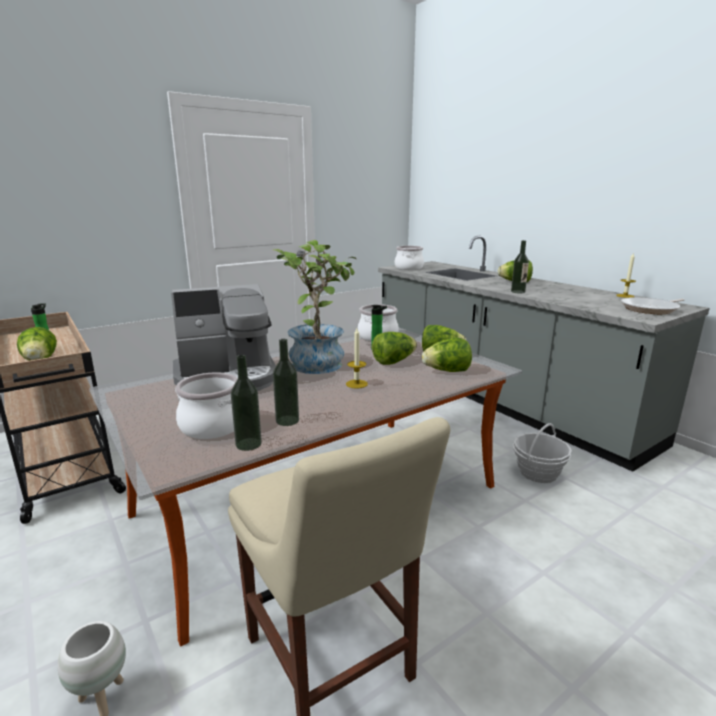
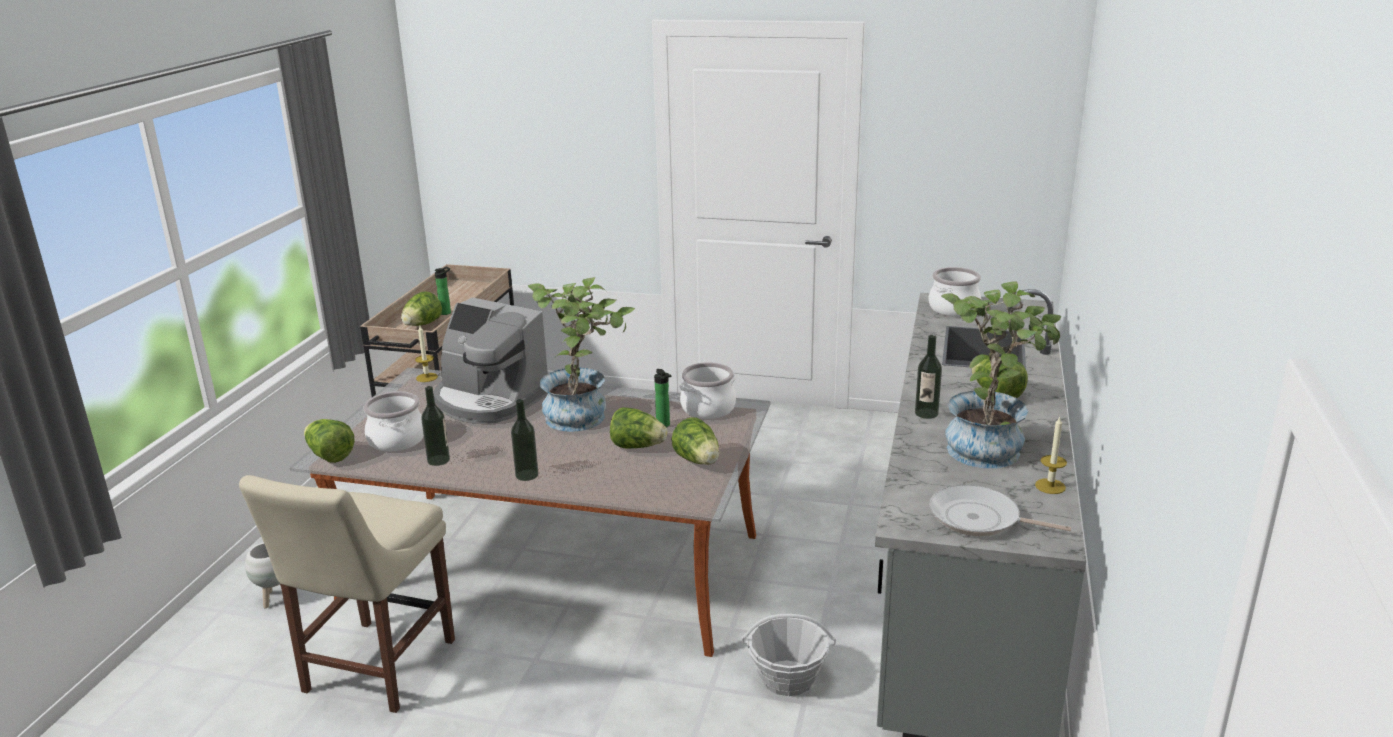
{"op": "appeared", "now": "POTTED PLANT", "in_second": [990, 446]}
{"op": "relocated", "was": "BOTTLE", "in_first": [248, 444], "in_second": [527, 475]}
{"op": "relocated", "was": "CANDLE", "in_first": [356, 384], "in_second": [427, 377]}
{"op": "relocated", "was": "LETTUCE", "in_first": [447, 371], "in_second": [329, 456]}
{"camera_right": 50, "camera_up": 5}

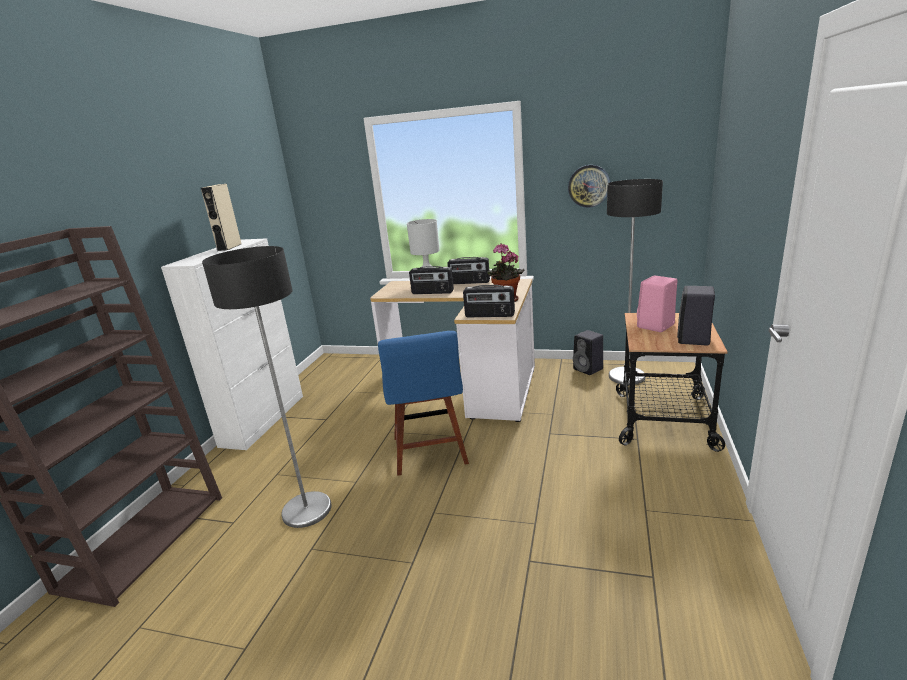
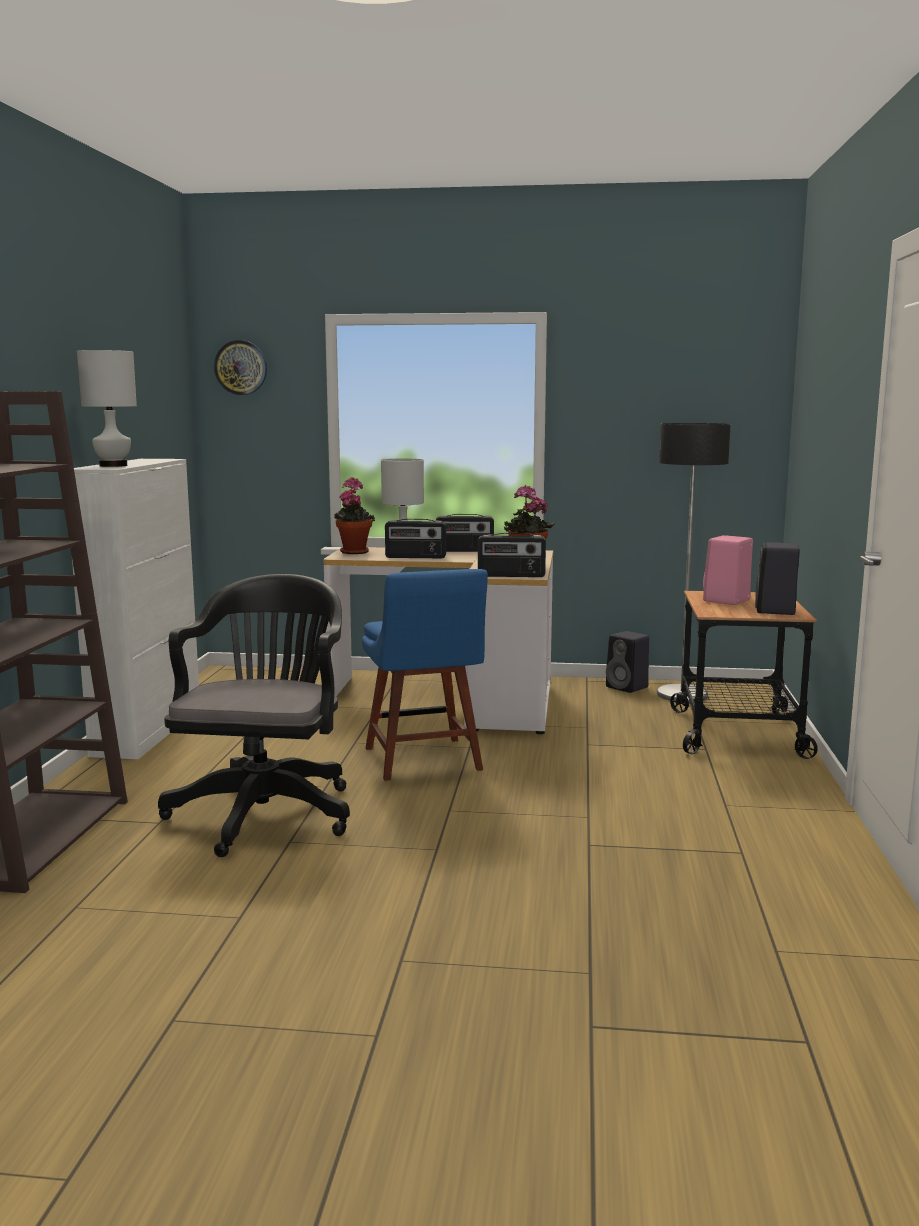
{"op": "missing", "was": "BEIGE SPEAKER", "in_first": [229, 247]}
{"op": "appeared", "now": "WHITE TABLE LAMP", "in_second": [113, 465]}
{"op": "appeared", "now": "POTTED PLANT", "in_second": [353, 552]}
{"op": "relocated", "was": "WALL CLOCK", "in_first": [589, 186], "in_second": [241, 367]}
{"op": "exchanged", "was": "FLOOR LAMP", "now": "BLACK OFFICE CHAIR", "in_first": [307, 510], "in_second": [266, 810]}
{"camera_right": -10, "camera_up": -10}

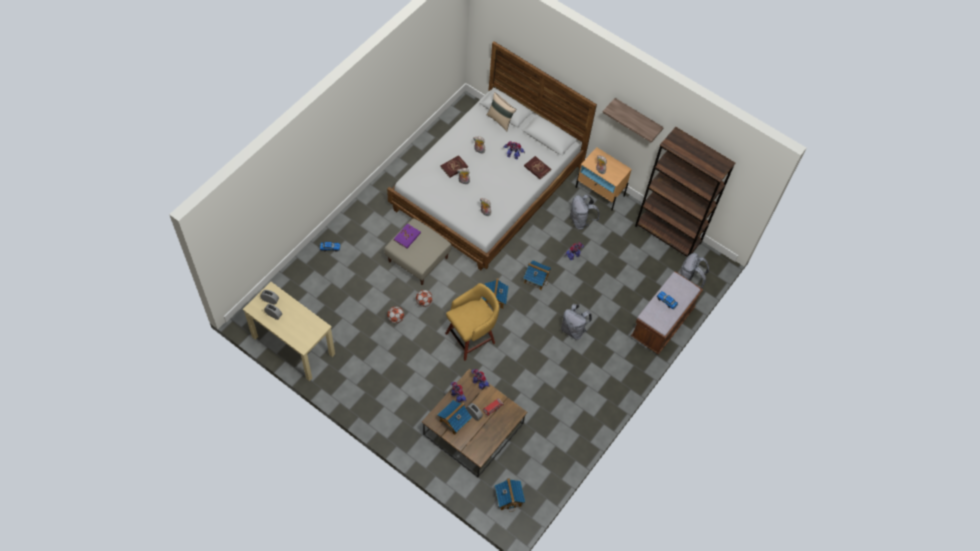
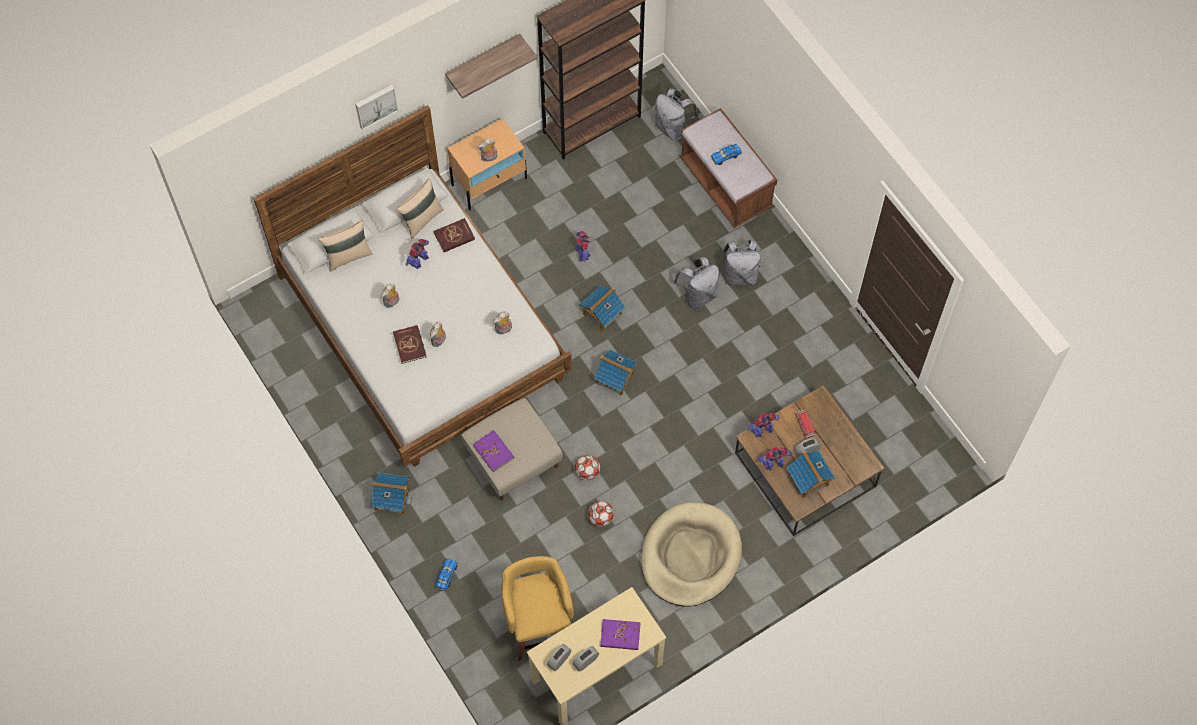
{"op": "appeared", "now": "PICTURE", "in_second": [375, 105]}
{"op": "appeared", "now": "BEIGE PILLOW", "in_second": [421, 219]}
{"op": "appeared", "now": "PURPLE BOOK", "in_second": [620, 635]}
{"op": "appeared", "now": "BEIGE DOG BED", "in_second": [690, 556]}
{"op": "relocated", "was": "YELLOW STOOL", "in_first": [471, 337], "in_second": [539, 625]}
{"op": "relocated", "was": "TOY HOUSE", "in_first": [509, 498], "in_second": [392, 498]}
{"op": "relocated", "was": "GREY BACKPACK", "in_first": [581, 221], "in_second": [739, 275]}
{"camera_right": -65, "camera_up": 5}

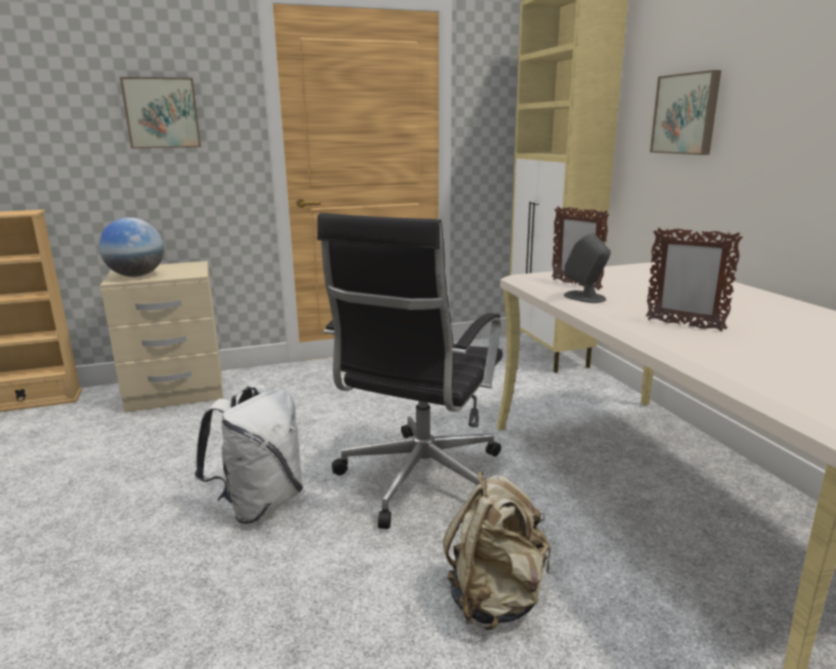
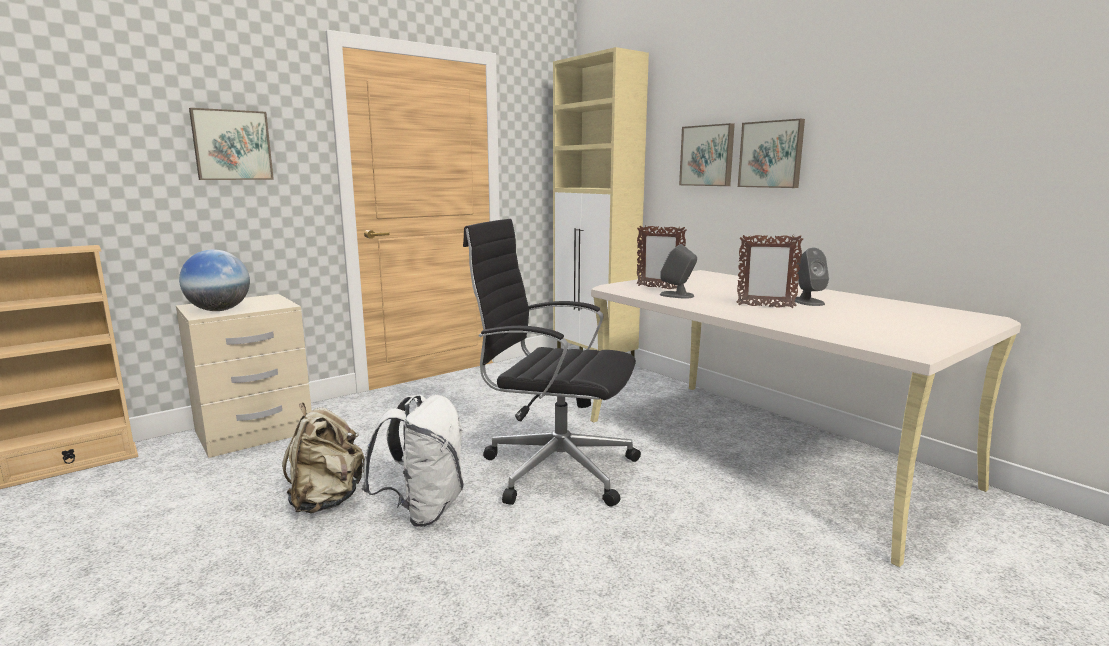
{"op": "appeared", "now": "PICTURE", "in_second": [771, 154]}
{"op": "appeared", "now": "GREY SPEAKER", "in_second": [807, 302]}
{"op": "relocated", "was": "BEIGE BACKPACK", "in_first": [496, 598], "in_second": [326, 500]}
{"op": "spun", "was": "BLACK OFFICE CHAIR", "in_first": [419, 481], "in_second": [554, 469], "clockwise": 105}
{"camera_right": -20, "camera_up": -5}

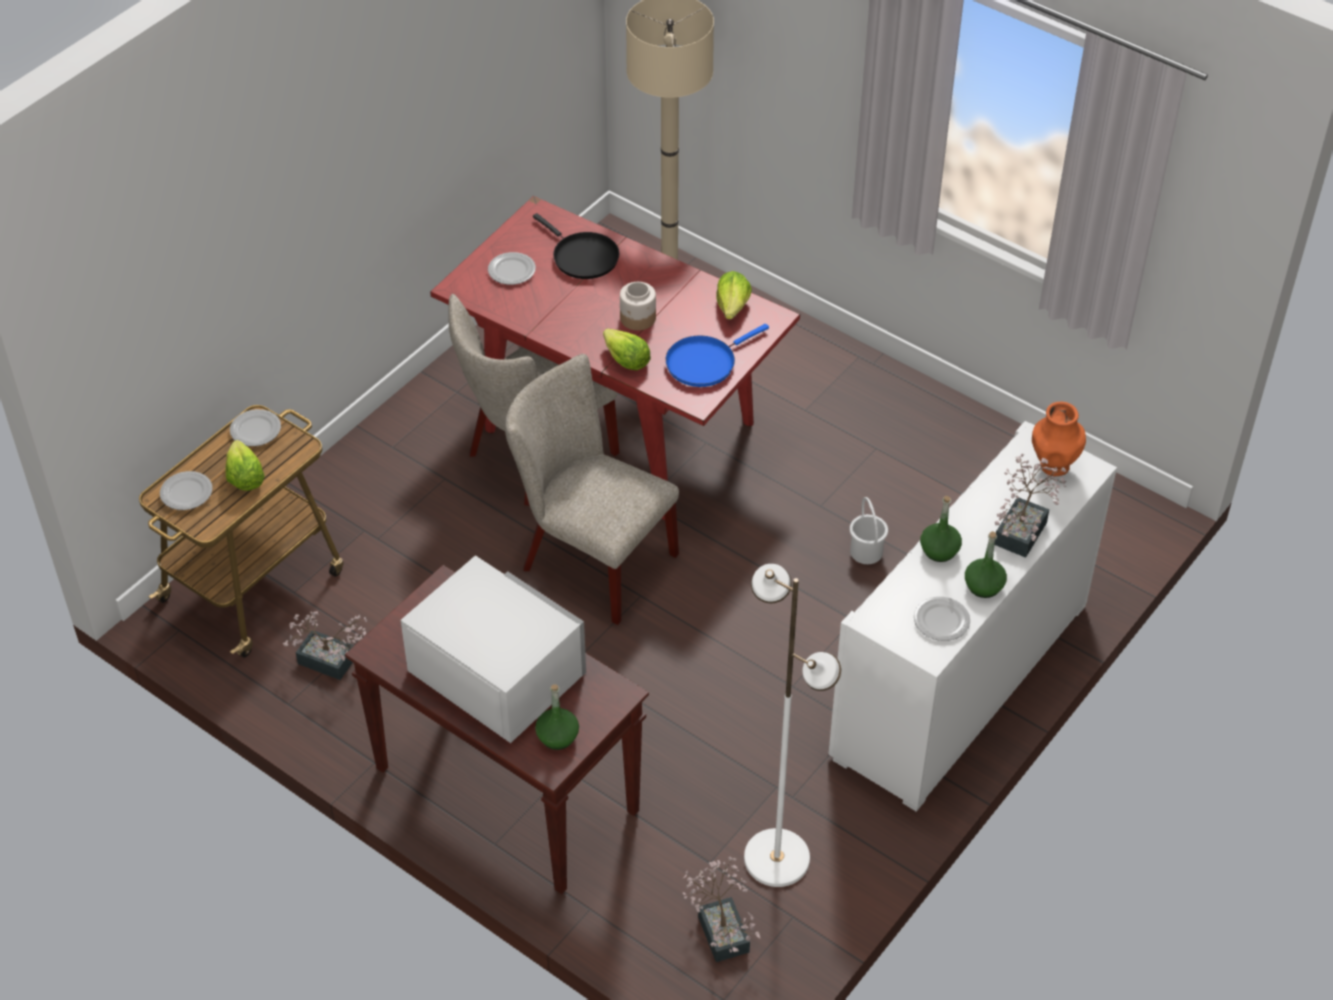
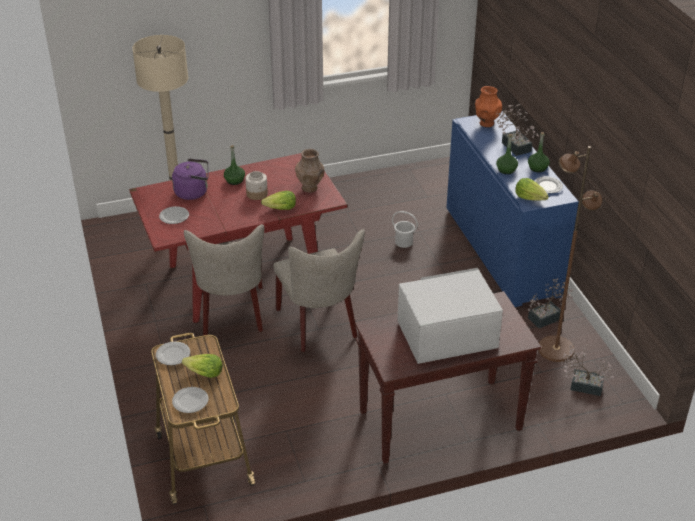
{"op": "relocated", "was": "POTTED PLANT", "in_first": [332, 663], "in_second": [547, 317]}
{"op": "relocated", "was": "GREEN BOTTLE", "in_first": [557, 736], "in_second": [234, 180]}
{"op": "relocated", "was": "LETTUCE", "in_first": [733, 307], "in_second": [530, 198]}
{"op": "exchanged", "was": "BLACK FRYING PAN", "now": "PURPLE KETTLE", "in_first": [582, 257], "in_second": [193, 192]}
{"op": "exchanged", "was": "BLUE FRYING PAN", "now": "BROWN VASE", "in_first": [704, 362], "in_second": [310, 188]}
{"op": "colour", "was": "WHITE FLOOR LAMP", "now": "BROWN FLOOR LAMP", "in_first": [777, 857], "in_second": [555, 349]}
{"op": "colour", "was": "WHITE CABINET", "now": "BLUE CABINET", "in_first": [960, 680], "in_second": [501, 251]}
{"op": "spun", "was": "BEIGE CHAIR", "in_first": [590, 559], "in_second": [320, 326], "clockwise": -90}
{"camera_right": -55, "camera_up": -10}

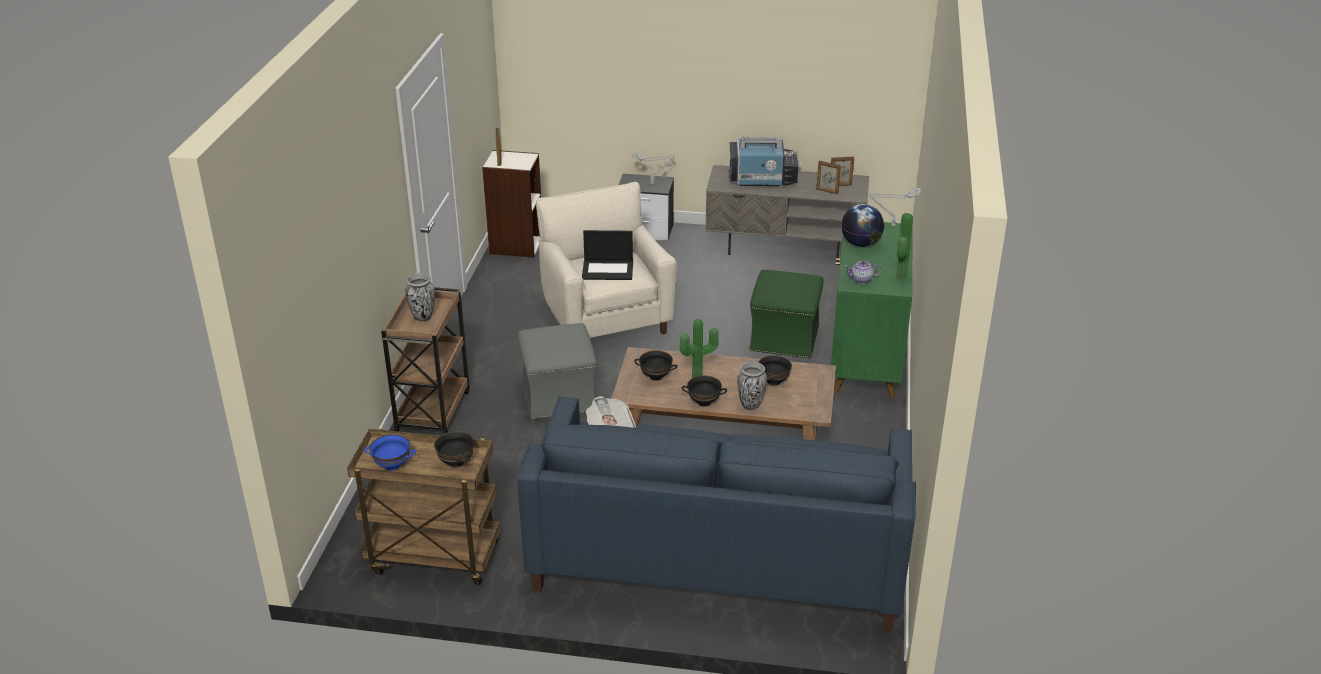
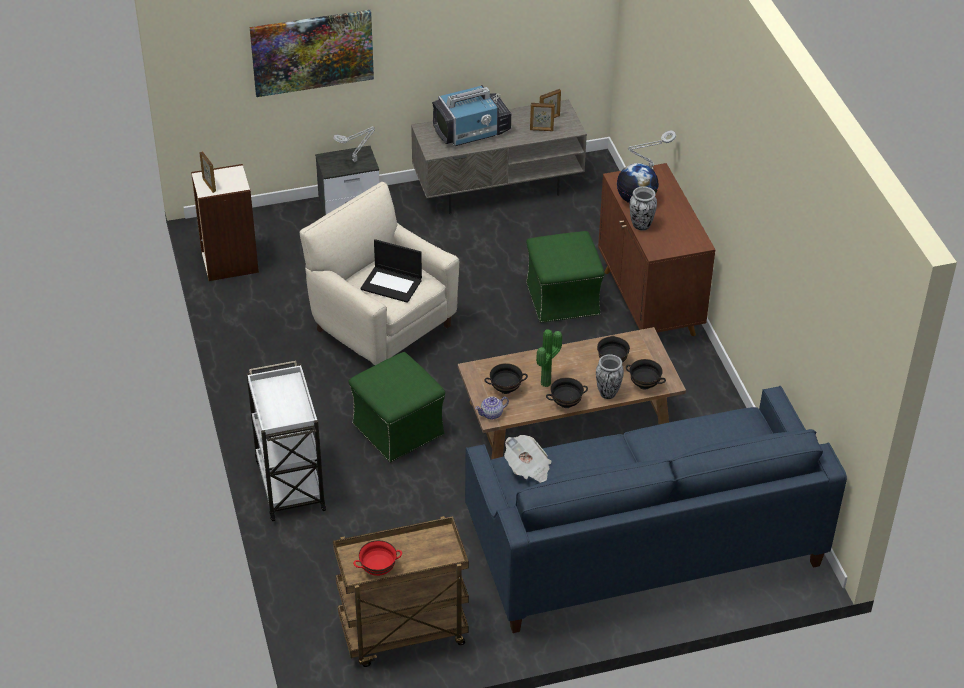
{"op": "missing", "was": "POTTED PLANT", "in_first": [899, 278]}
{"op": "appeared", "now": "PICTURE", "in_second": [312, 52]}
{"op": "relocated", "was": "VASE", "in_first": [422, 317], "in_second": [641, 226]}
{"op": "relocated", "was": "BLACK BOWL", "in_first": [455, 463], "in_second": [644, 385]}
{"op": "relocated", "was": "TEAPOT", "in_first": [862, 280], "in_second": [492, 414]}
{"op": "colour", "was": "BLUE BOWL", "now": "RED BOWL", "in_first": [392, 466], "in_second": [378, 570]}
{"op": "colour", "was": "BROWN CART", "now": "WHITE CART", "in_first": [433, 411], "in_second": [289, 483]}
{"op": "colour", "was": "GREY OTTOMAN", "now": "GREEN OTTOMAN", "in_first": [558, 396], "in_second": [397, 429]}
{"op": "colour", "was": "GREEN CABINET", "now": "BROWN CABINET", "in_first": [865, 362], "in_second": [649, 303]}
{"op": "spun", "was": "LAPTOP", "in_first": [608, 270], "in_second": [392, 284], "clockwise": 45}
{"camera_right": -25, "camera_up": 10}

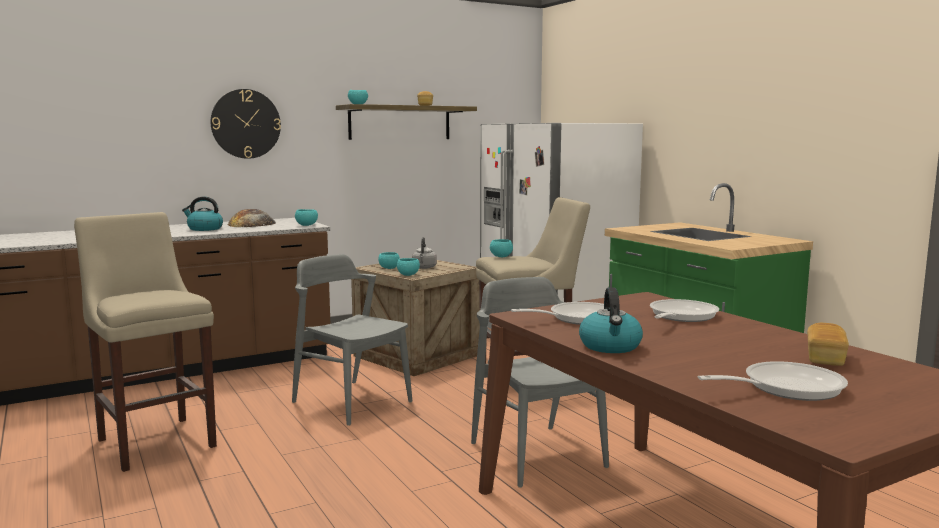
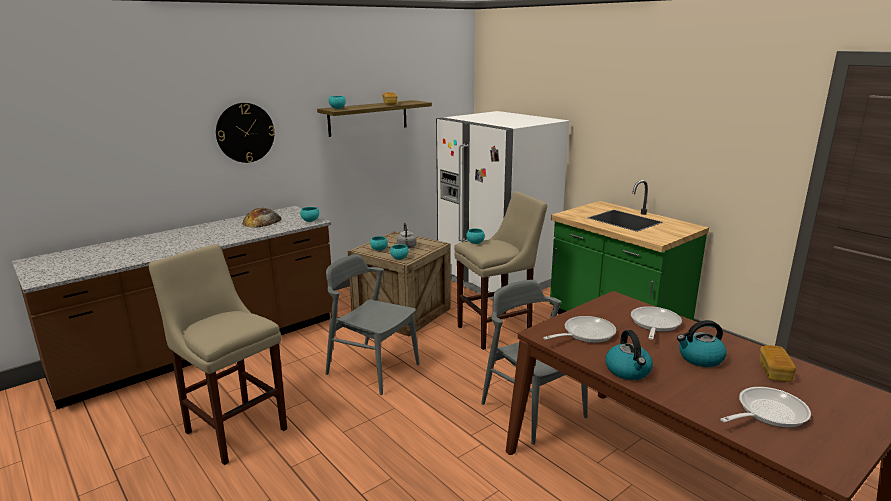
{"op": "relocated", "was": "KETTLE", "in_first": [204, 229], "in_second": [700, 358]}
{"camera_right": -10, "camera_up": 10}

